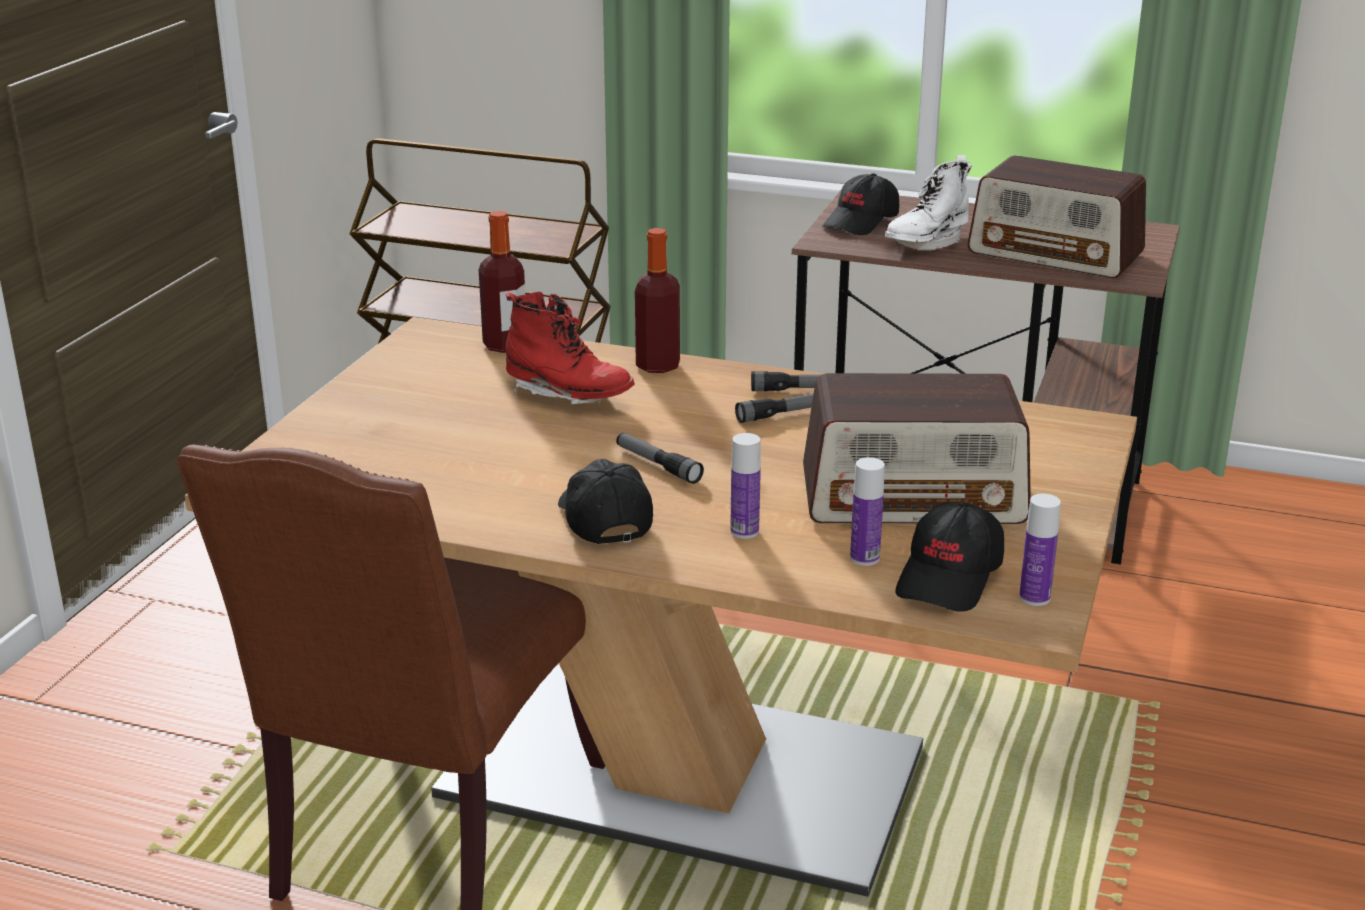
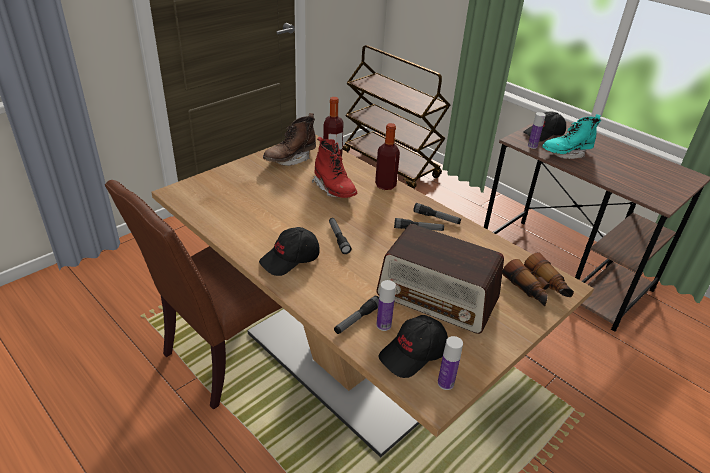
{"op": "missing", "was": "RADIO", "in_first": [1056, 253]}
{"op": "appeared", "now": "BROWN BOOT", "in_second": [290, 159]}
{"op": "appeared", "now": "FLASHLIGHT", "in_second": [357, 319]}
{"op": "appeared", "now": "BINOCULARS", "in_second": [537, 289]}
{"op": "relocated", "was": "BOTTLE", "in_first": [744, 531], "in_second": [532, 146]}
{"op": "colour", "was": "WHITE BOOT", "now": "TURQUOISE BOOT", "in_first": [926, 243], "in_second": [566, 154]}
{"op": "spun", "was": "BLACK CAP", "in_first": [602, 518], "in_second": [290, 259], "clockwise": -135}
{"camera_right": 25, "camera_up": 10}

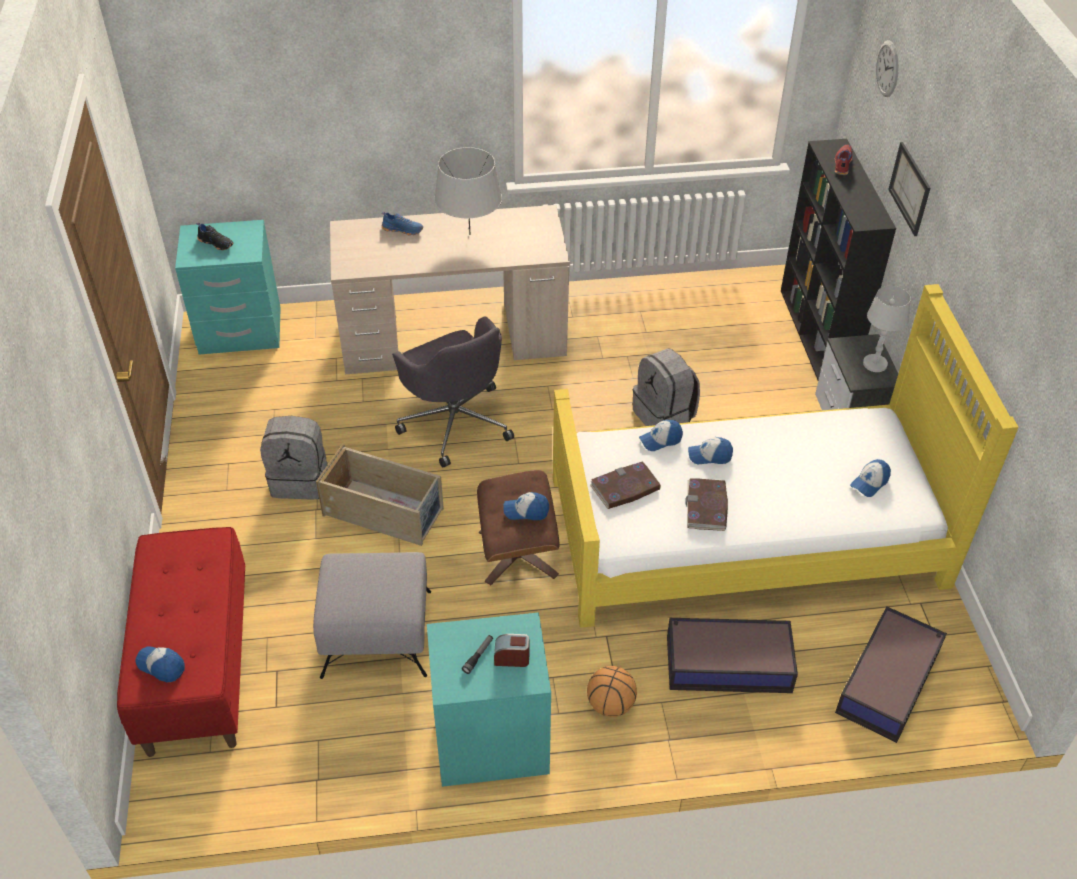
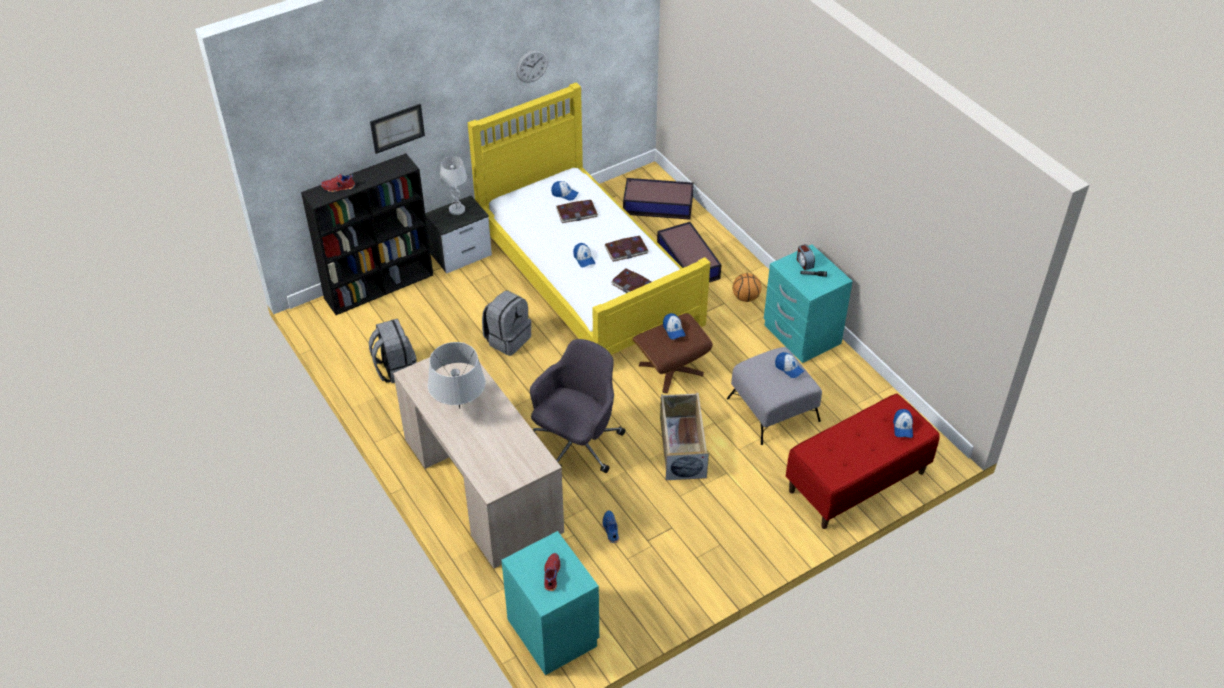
{"op": "appeared", "now": "BOOK", "in_second": [577, 213]}
{"op": "relocated", "was": "GREY BACKPACK", "in_first": [300, 480], "in_second": [395, 368]}
{"op": "relocated", "was": "BLUE SHOE", "in_first": [403, 229], "in_second": [610, 529]}
{"op": "relocated", "was": "CAP", "in_first": [660, 440], "in_second": [788, 368]}
{"op": "relocated", "was": "WALL CLOCK", "in_first": [887, 68], "in_second": [532, 66]}
{"op": "colour", "was": "BLACK SHOE", "now": "RED SHOE", "in_first": [216, 243], "in_second": [551, 574]}
{"camera_right": -115, "camera_up": 0}

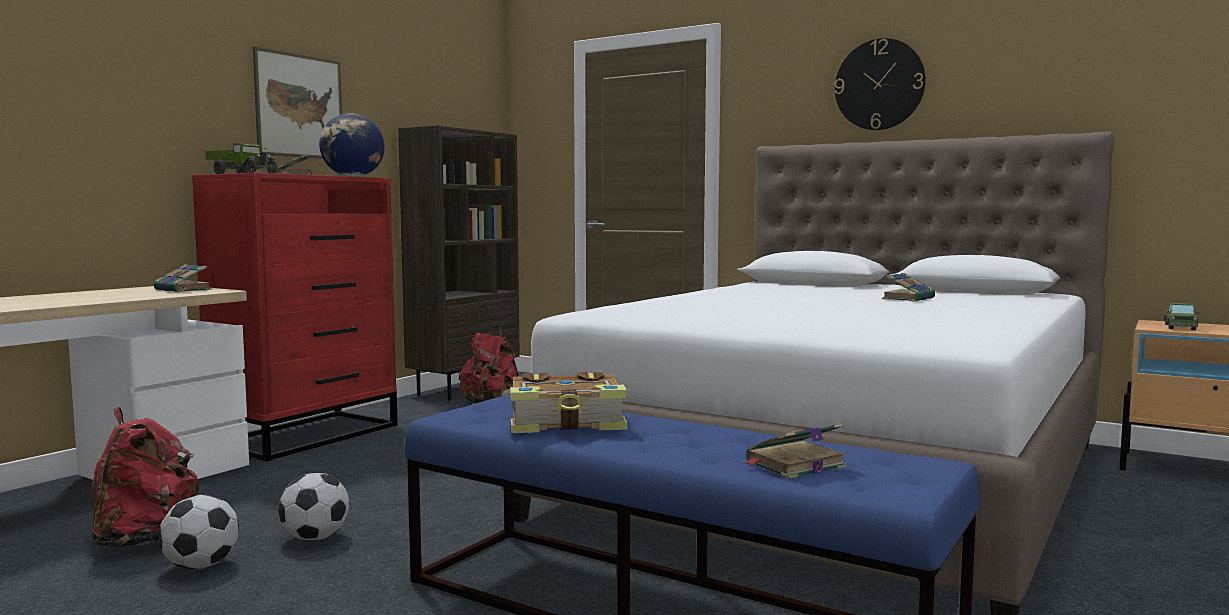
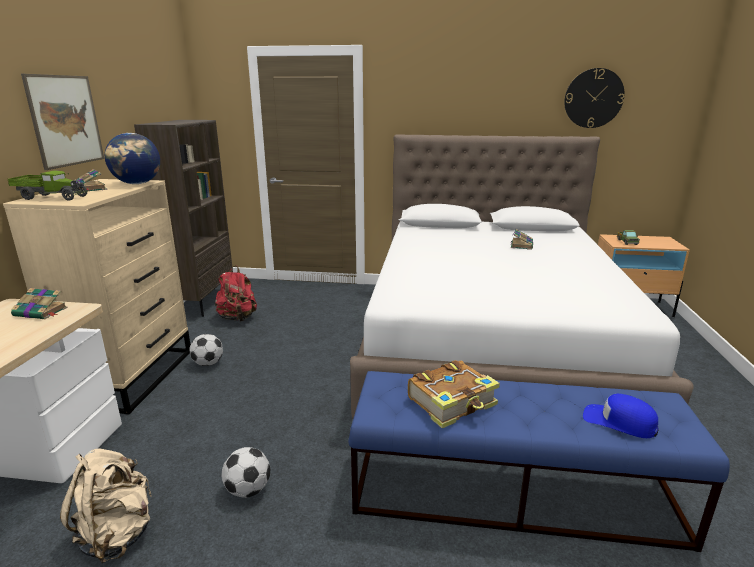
{"op": "relocated", "was": "FOOTBALL", "in_first": [201, 566], "in_second": [208, 363]}
{"op": "relocated", "was": "WALL CLOCK", "in_first": [879, 84], "in_second": [593, 98]}
{"op": "exchanged", "was": "BOOK", "now": "BLUE CAP", "in_first": [793, 465], "in_second": [619, 422]}
{"op": "colour", "was": "RED BACKPACK", "now": "BEIGE BACKPACK", "in_first": [144, 540], "in_second": [117, 534]}
{"op": "colour", "was": "RED DRESSER", "now": "BEIGE DRESSER", "in_first": [308, 435], "in_second": [133, 376]}
{"camera_right": -25, "camera_up": 15}

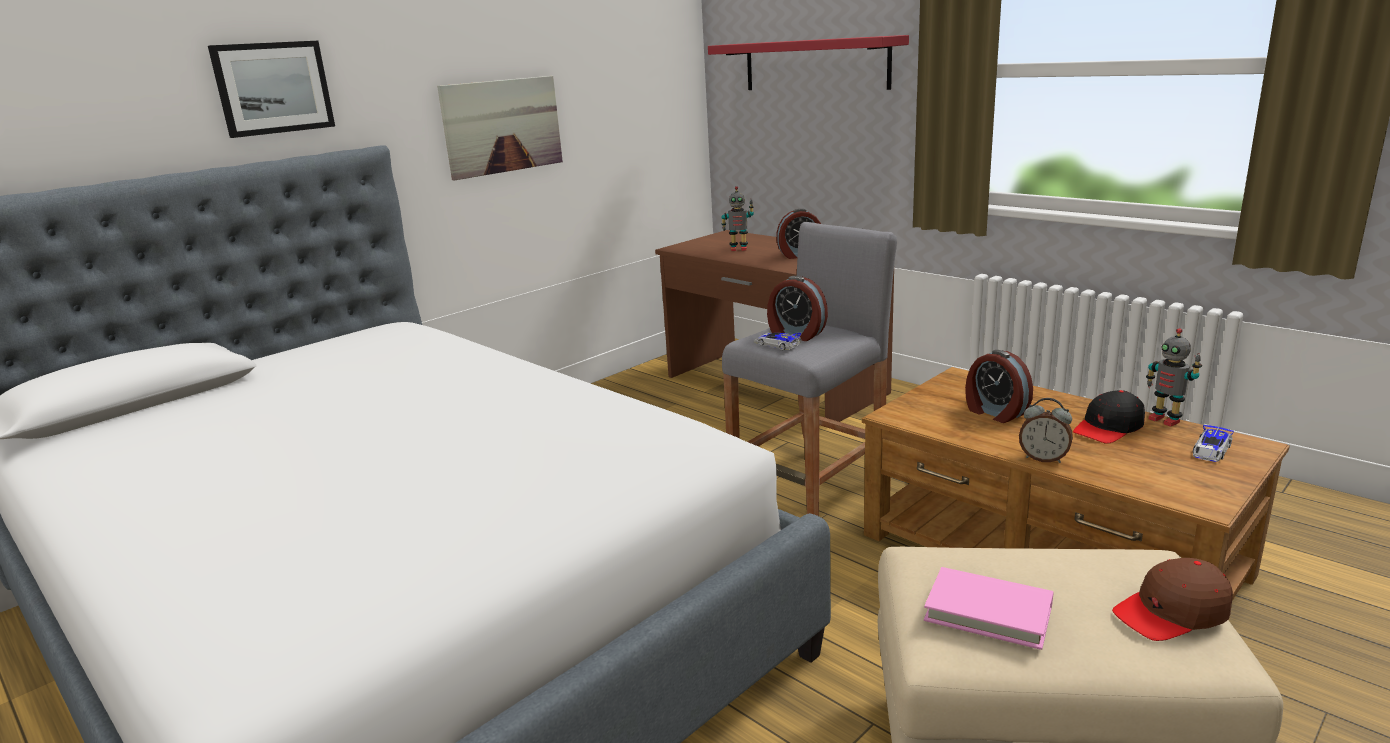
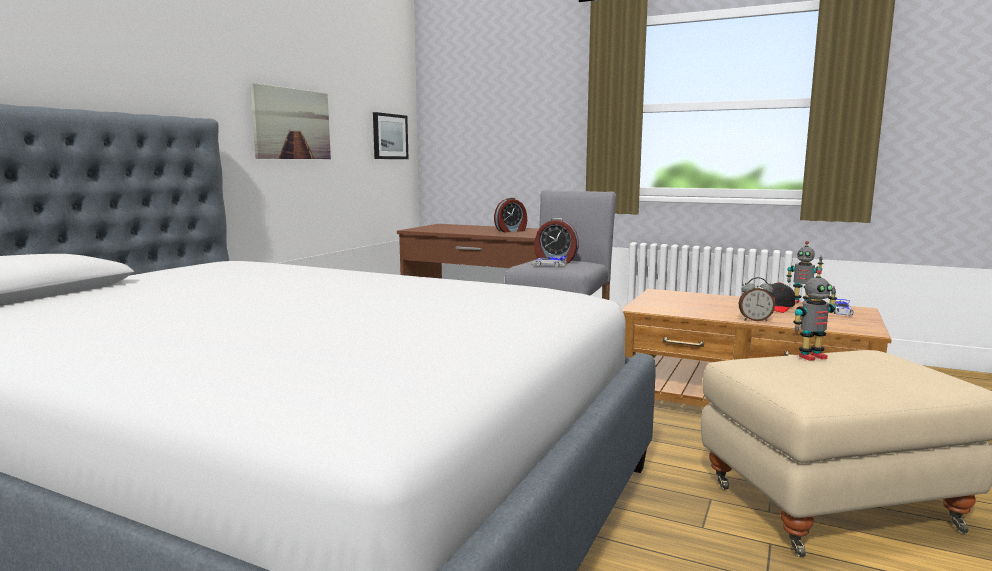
{"op": "missing", "was": "RED SHELF", "in_first": [815, 65]}
{"op": "missing", "was": "PINK BOOK", "in_first": [988, 612]}
{"op": "missing", "was": "ALARM CLOCK", "in_first": [995, 413]}
{"op": "missing", "was": "BROWN CAP", "in_first": [1172, 613]}
{"op": "relocated", "was": "PICTURE", "in_first": [273, 88], "in_second": [389, 136]}
{"op": "relocated", "was": "TOY ROBOT", "in_first": [738, 249], "in_second": [811, 357]}
{"camera_right": -20, "camera_up": -10}

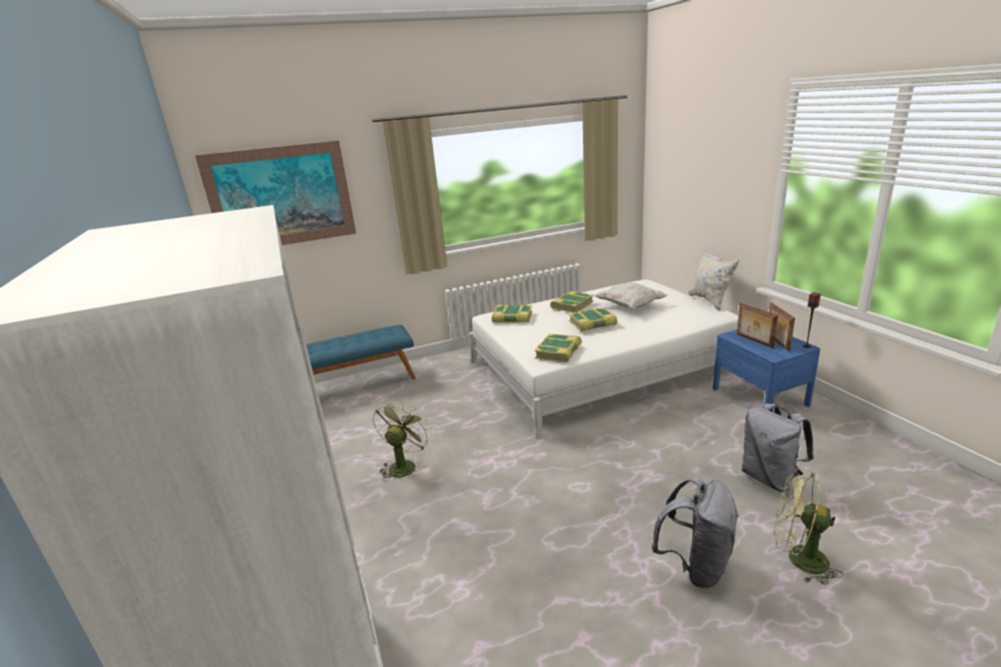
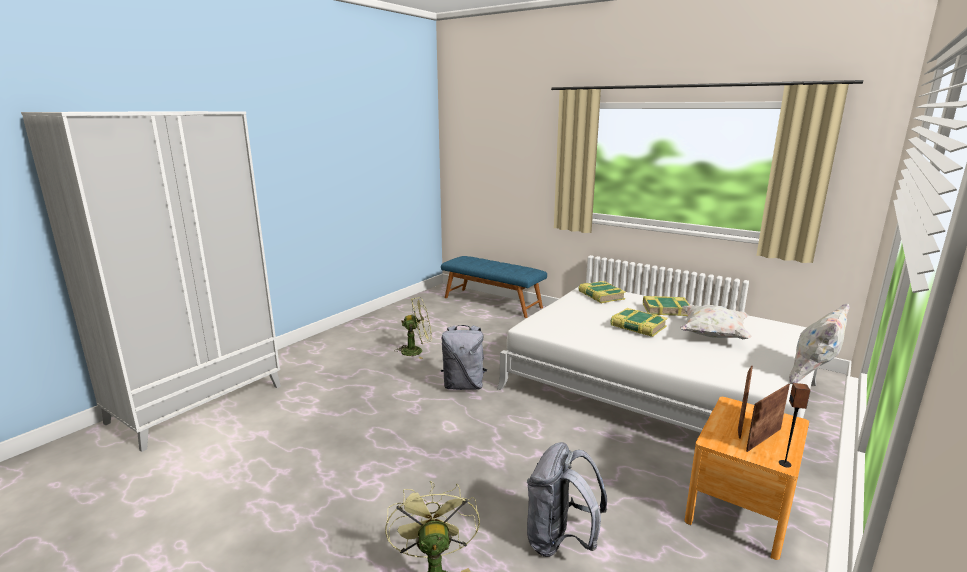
{"op": "missing", "was": "PICTURE", "in_first": [281, 197]}
{"op": "missing", "was": "BOOK", "in_first": [559, 352]}
{"op": "relocated", "was": "GREY BACKPACK", "in_first": [695, 566], "in_second": [464, 386]}
{"op": "colour", "was": "BLUE NIGHTSTAND", "now": "BROWN NIGHTSTAND", "in_first": [759, 396], "in_second": [740, 507]}
{"camera_right": 55, "camera_up": -5}

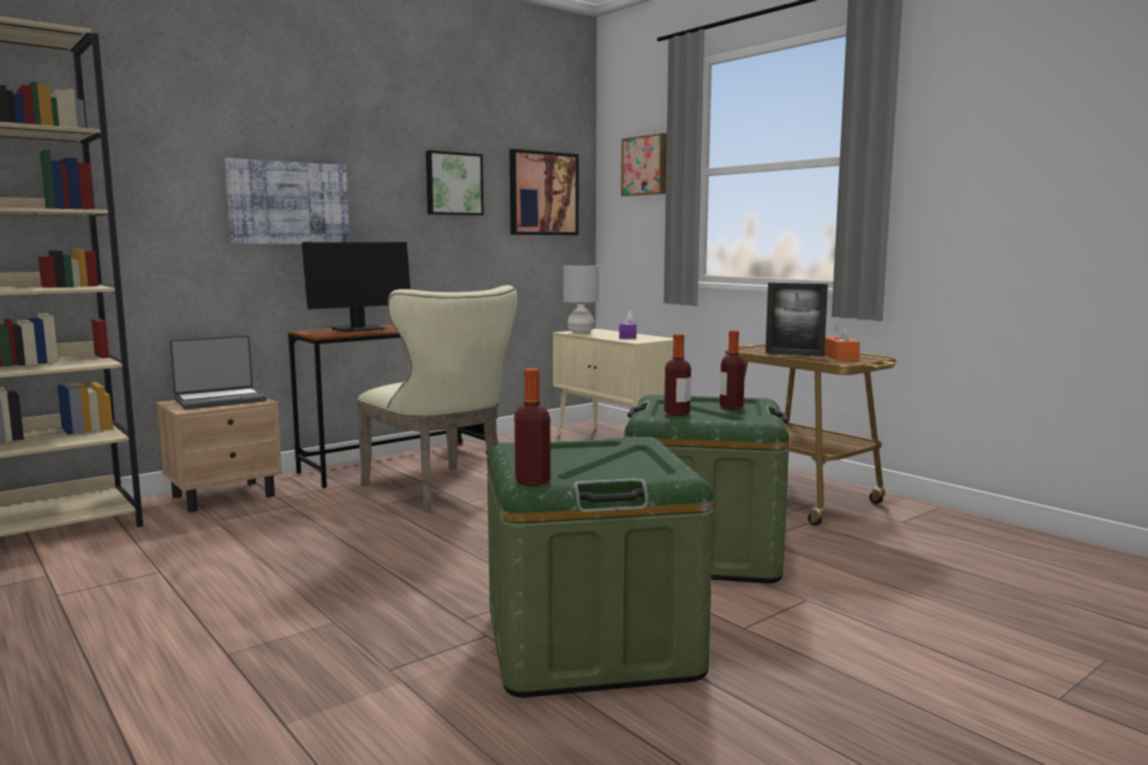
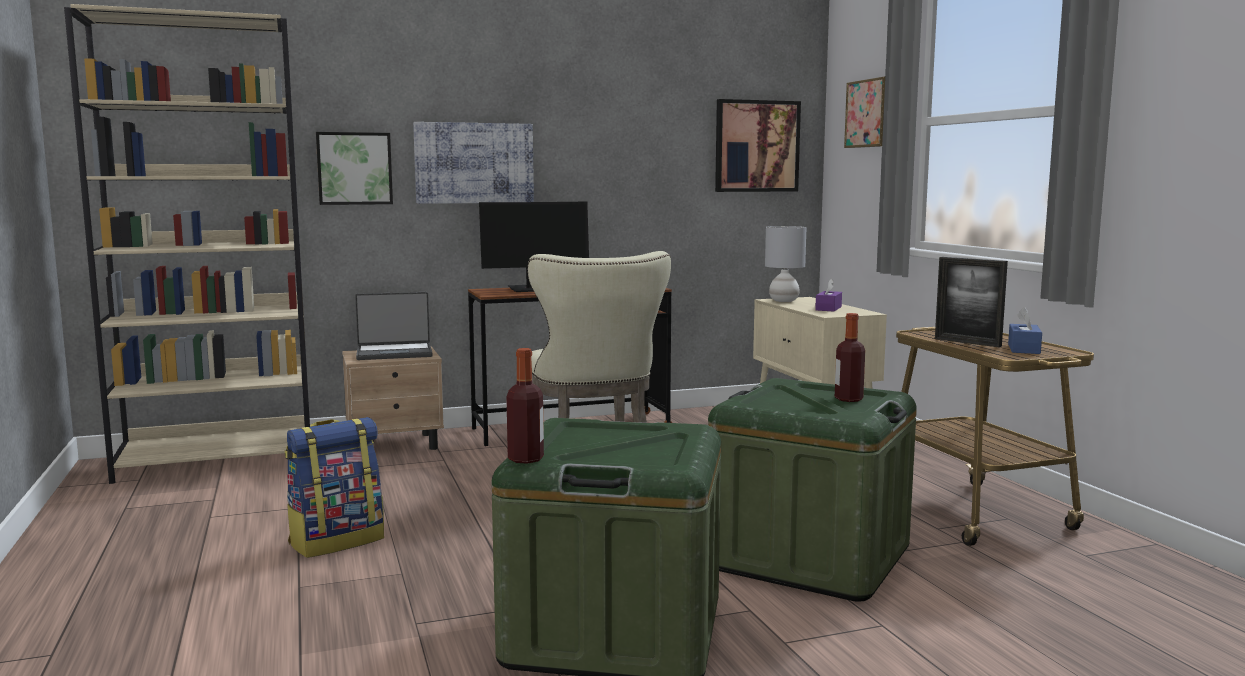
{"op": "missing", "was": "BOTTLE", "in_first": [677, 414]}
{"op": "appeared", "now": "BACKPACK", "in_second": [337, 541]}
{"op": "relocated", "was": "PICTURE", "in_first": [453, 184], "in_second": [354, 168]}
{"op": "colour", "was": "ORANGE TISSUE BOX", "now": "BLUE TISSUE BOX", "in_first": [840, 357], "in_second": [1023, 349]}
{"camera_right": 20, "camera_up": 0}

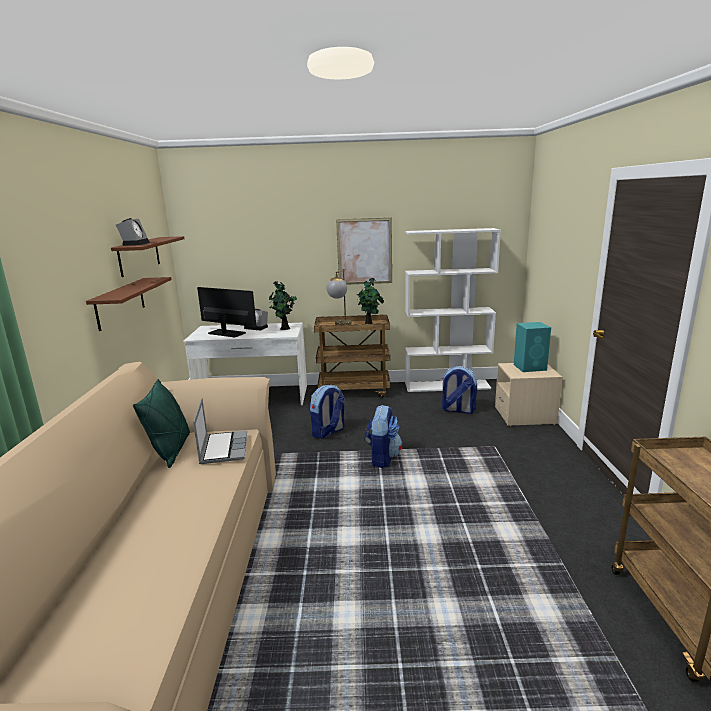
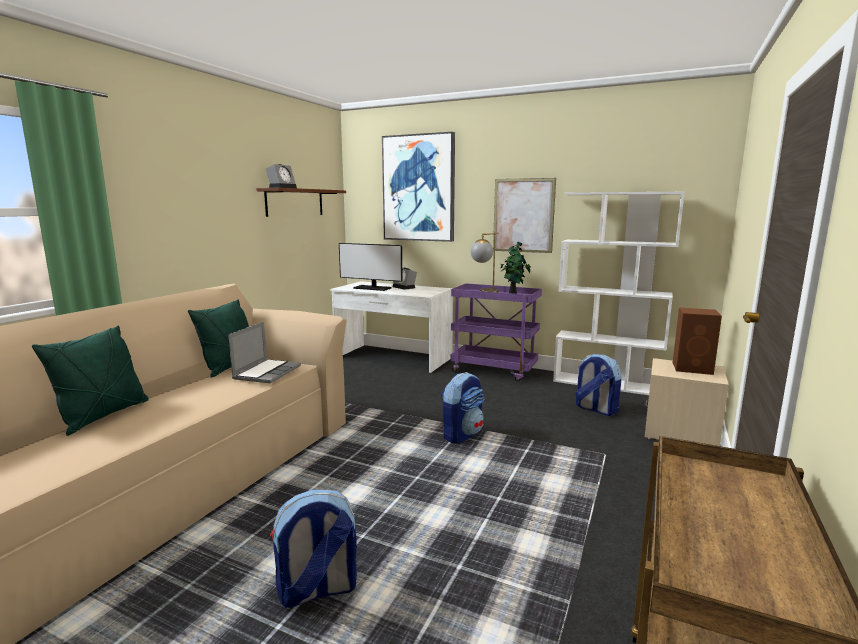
{"op": "missing", "was": "BROWN SHELF", "in_first": [120, 303]}
{"op": "missing", "was": "POTTED PLANT", "in_first": [284, 328]}
{"op": "appeared", "now": "GREEN PILLOW", "in_second": [103, 416]}
{"op": "appeared", "now": "PICTURE", "in_second": [419, 188]}
{"op": "relocated", "was": "BACKPACK", "in_first": [328, 432], "in_second": [317, 591]}
{"op": "colour", "was": "BROWN CART", "now": "PURPLE CART", "in_first": [354, 391], "in_second": [494, 371]}
{"op": "colour", "was": "TURQUOISE SPEAKER", "now": "BROWN SPEAKER", "in_first": [530, 367], "in_second": [693, 368]}
{"op": "spun", "was": "MONITOR", "in_first": [227, 333], "in_second": [372, 288], "clockwise": 150}
{"camera_right": 25, "camera_up": -5}

